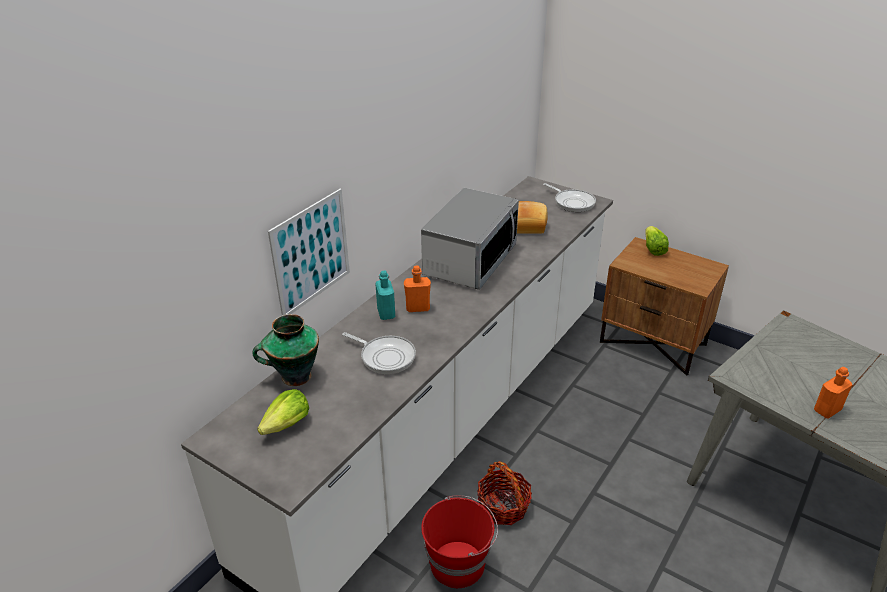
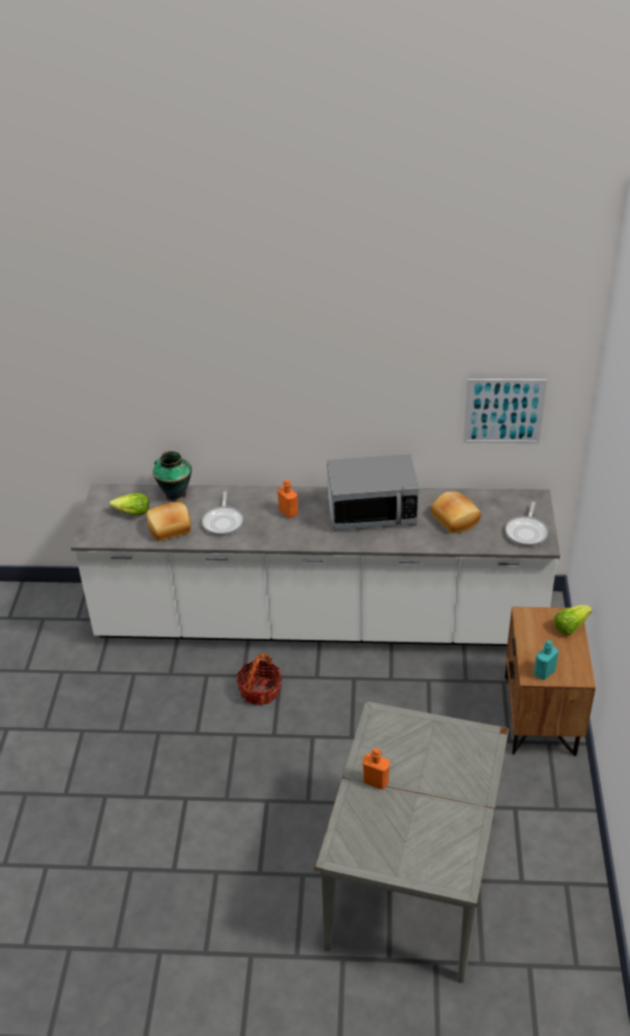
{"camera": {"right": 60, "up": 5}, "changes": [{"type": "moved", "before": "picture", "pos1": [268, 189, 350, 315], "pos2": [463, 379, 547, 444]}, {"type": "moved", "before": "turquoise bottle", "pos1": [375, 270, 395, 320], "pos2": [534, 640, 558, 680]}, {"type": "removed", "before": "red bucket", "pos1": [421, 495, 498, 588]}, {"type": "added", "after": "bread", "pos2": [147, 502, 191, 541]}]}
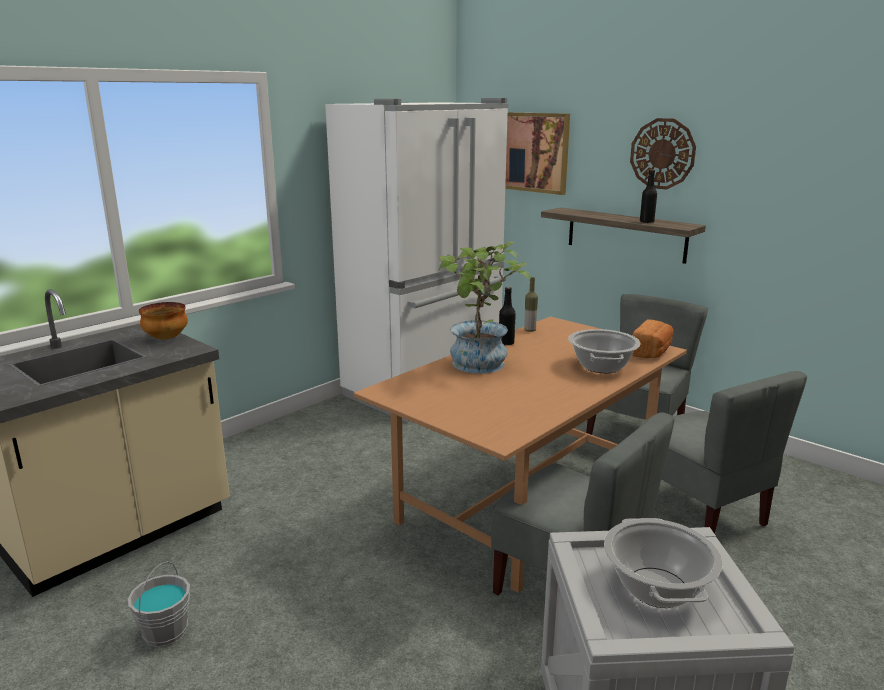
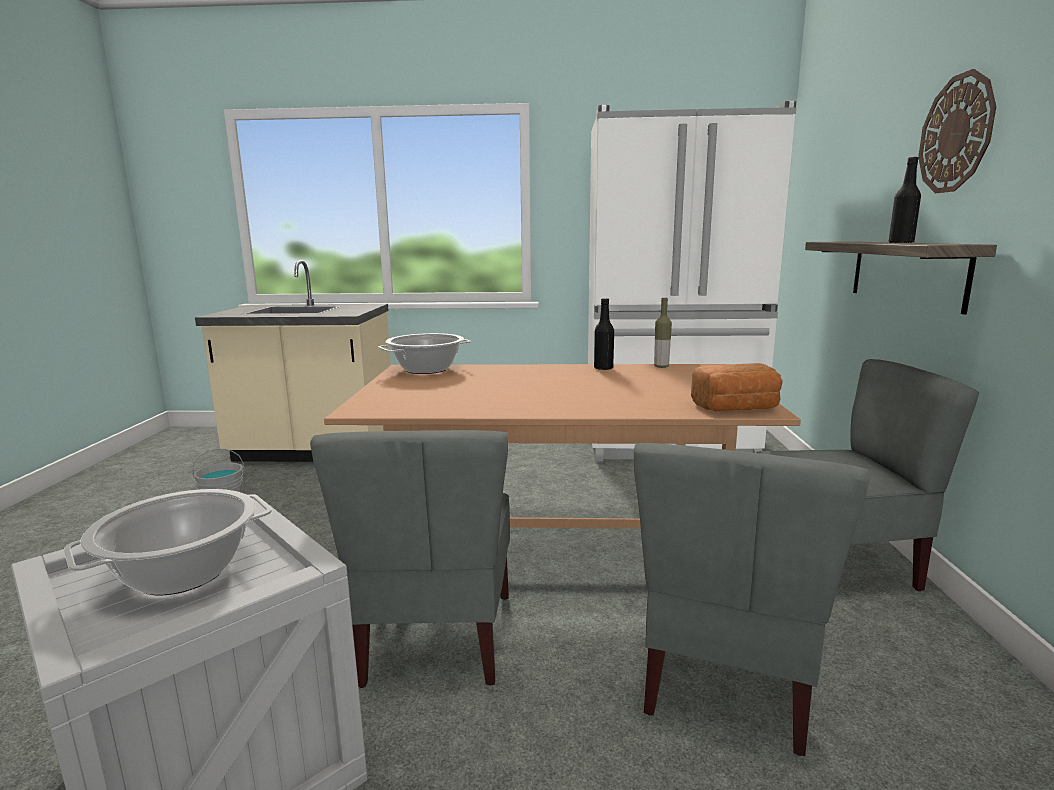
{"camera": {"right": 50, "up": -5}, "changes": [{"type": "removed", "before": "bowl", "pos1": [139, 302, 188, 340]}, {"type": "removed", "before": "potted plant", "pos1": [438, 241, 531, 373]}, {"type": "removed", "before": "picture", "pos1": [505, 112, 570, 195]}, {"type": "moved", "before": "cooking pot", "pos1": [568, 329, 641, 373], "pos2": [378, 333, 471, 374]}]}
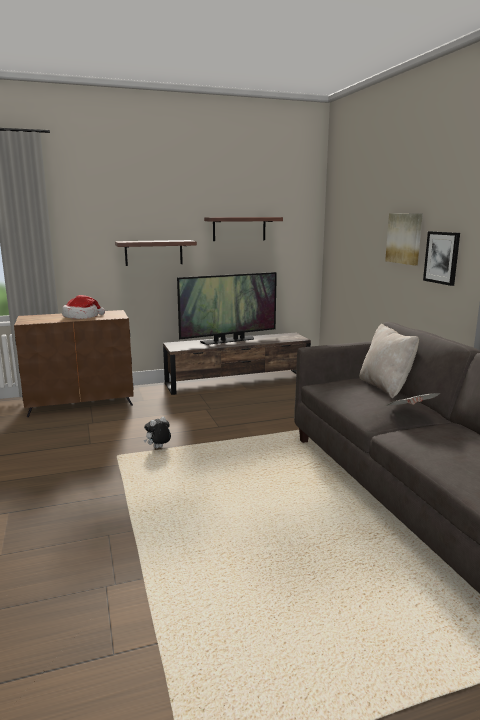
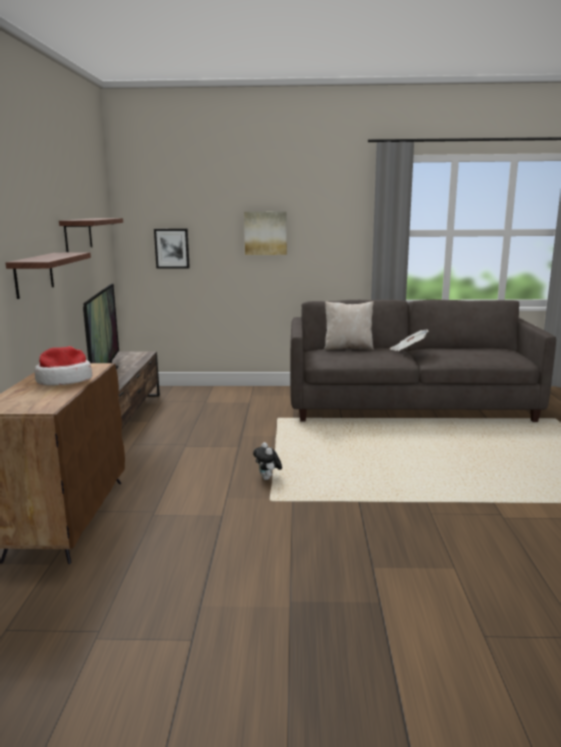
{"camera": {"right": -70, "up": 0}, "changes": [{"type": "moved", "before": "picture", "pos1": [423, 231, 460, 286], "pos2": [154, 229, 190, 269]}]}
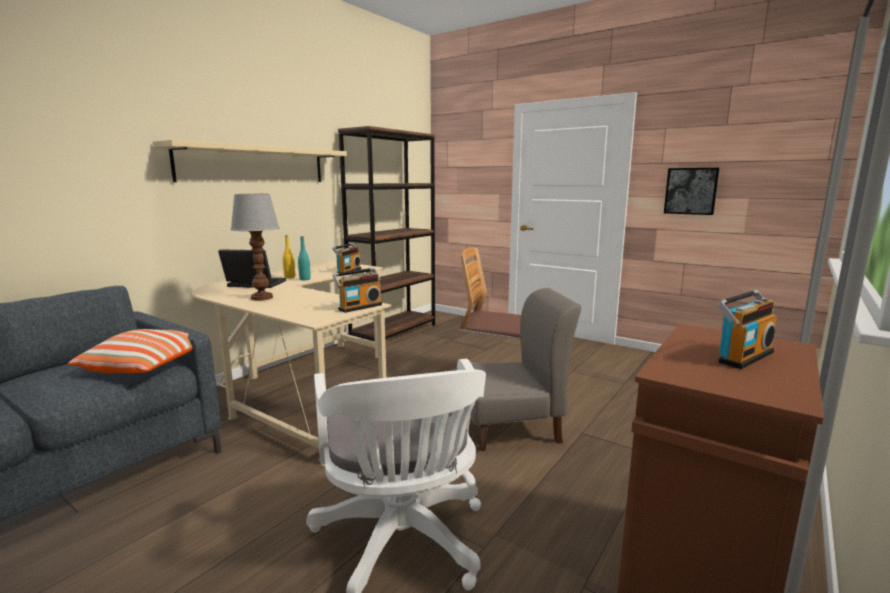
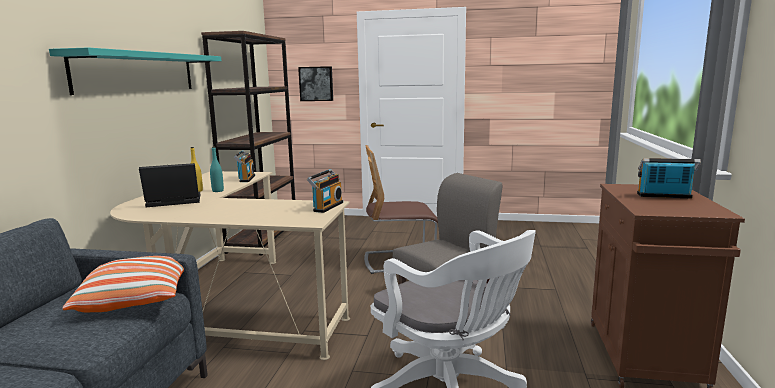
{"camera": {"right": -25, "up": 0}, "changes": [{"type": "recoloured", "before": "beige shelf", "after": "turquoise shelf", "pos1": [153, 140, 347, 182], "pos2": [49, 47, 221, 95]}, {"type": "removed", "before": "table lamp", "pos1": [231, 194, 279, 301]}, {"type": "moved", "before": "picture", "pos1": [664, 168, 720, 215], "pos2": [298, 66, 333, 101]}, {"type": "turned", "before": "radio", "pos1": [716, 290, 777, 369], "pos2": [637, 158, 701, 199], "turn": -105}]}
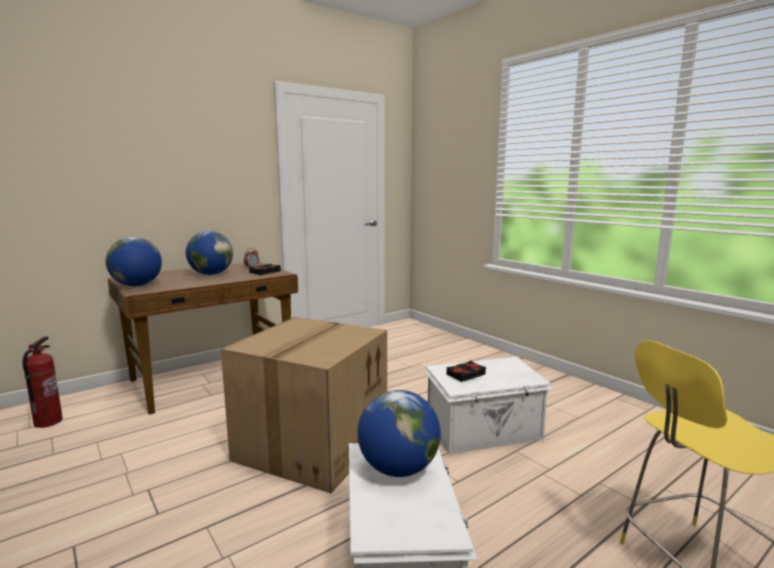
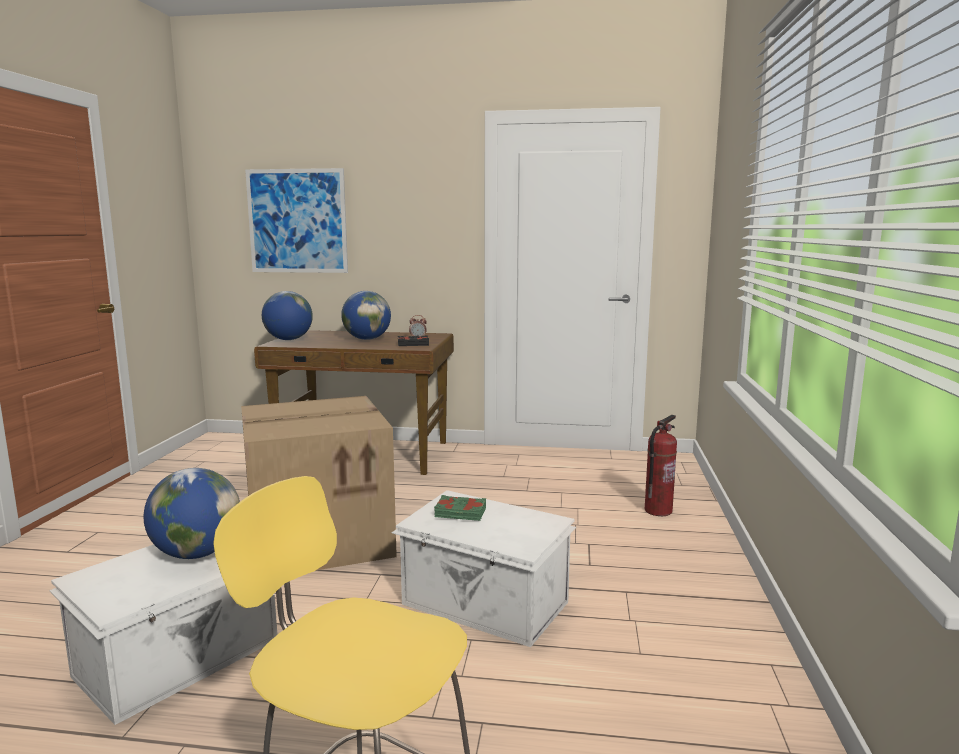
{"camera": {"right": 45, "up": 0}, "changes": [{"type": "moved", "before": "fire extinguisher", "pos1": [22, 336, 63, 428], "pos2": [645, 415, 677, 516]}, {"type": "recoloured", "before": "black book", "after": "green book", "pos1": [447, 360, 486, 382], "pos2": [434, 495, 486, 521]}, {"type": "added", "after": "picture", "pos2": [245, 168, 348, 273]}]}
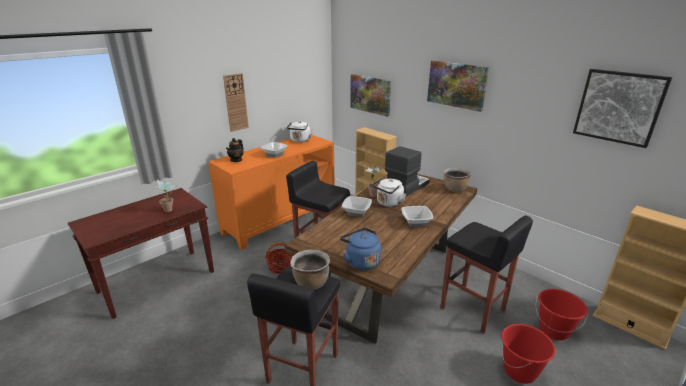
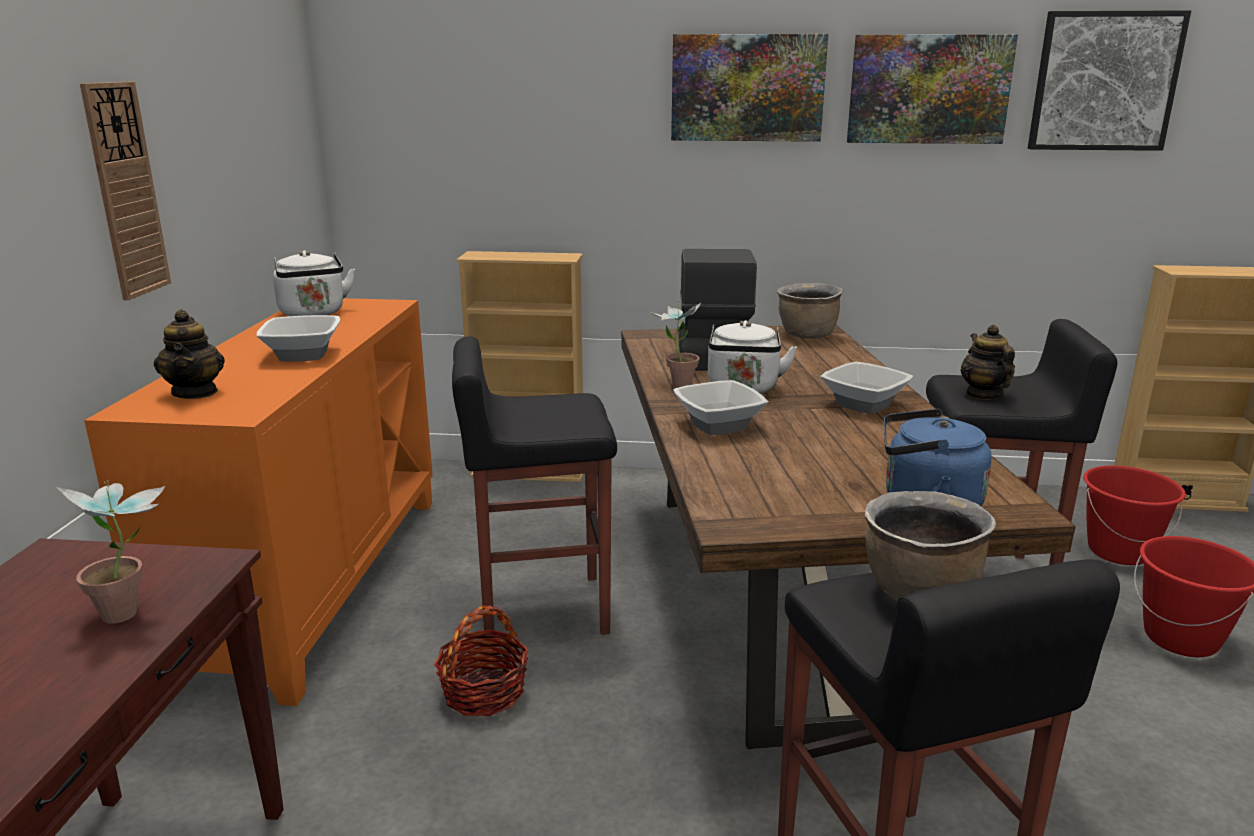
{"camera": {"right": -40, "up": -5}, "changes": [{"type": "moved", "before": "picture", "pos1": [350, 74, 391, 117], "pos2": [847, 34, 1018, 144]}, {"type": "added", "after": "teapot", "pos2": [961, 325, 1015, 400]}]}
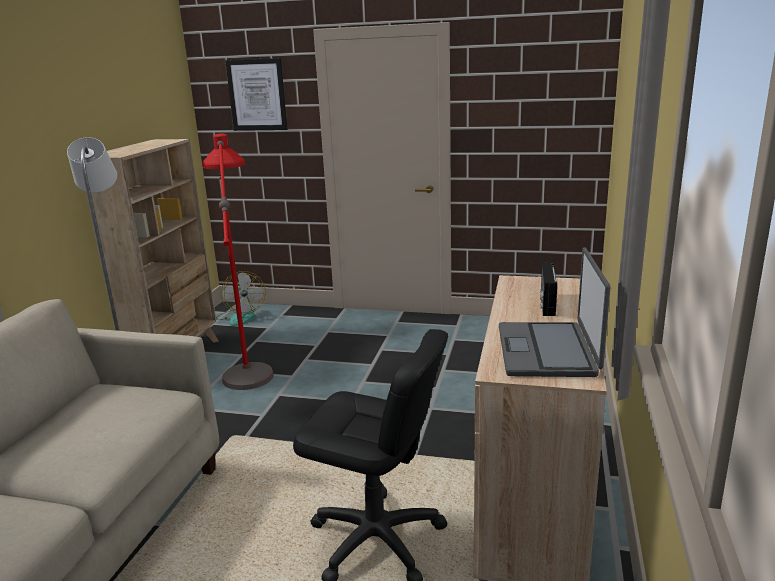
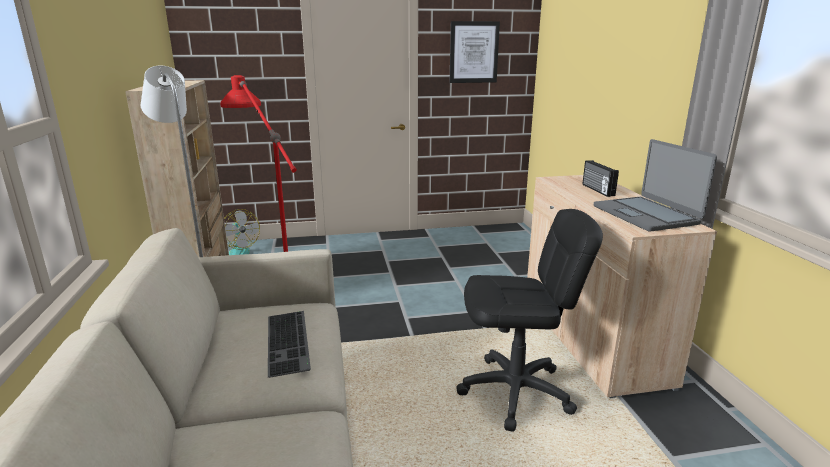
{"camera": {"right": -25, "up": 0}, "changes": [{"type": "moved", "before": "picture", "pos1": [225, 58, 287, 131], "pos2": [449, 21, 500, 83]}, {"type": "added", "after": "keyboard", "pos2": [268, 311, 311, 378]}]}
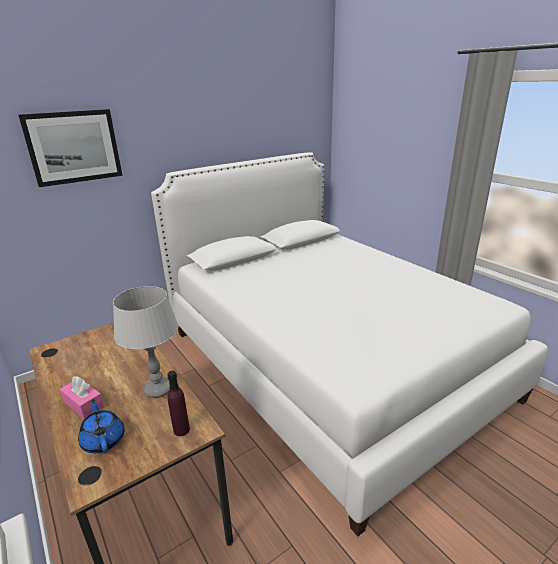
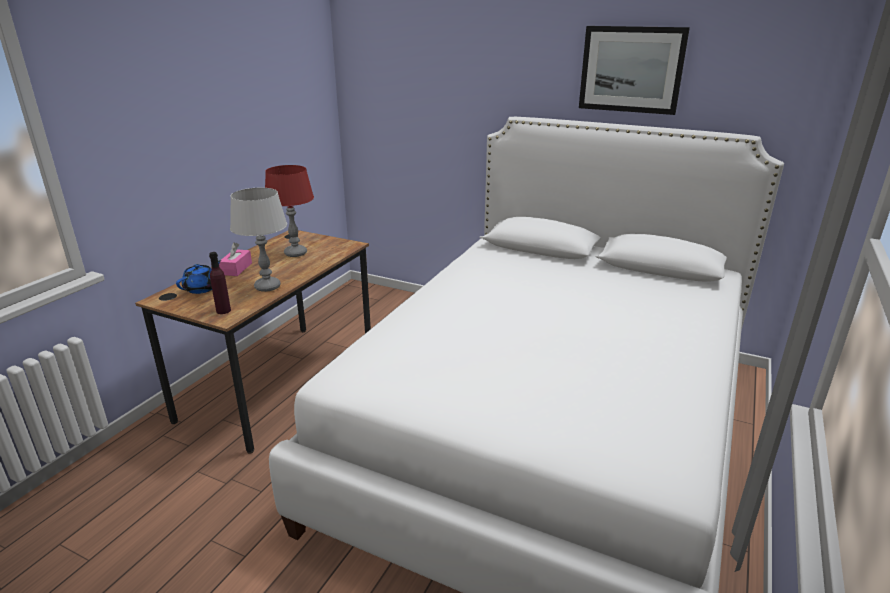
{"camera": {"right": 60, "up": 0}, "changes": [{"type": "moved", "before": "picture", "pos1": [18, 109, 122, 187], "pos2": [579, 26, 690, 115]}, {"type": "added", "after": "red table lamp", "pos2": [265, 165, 314, 257]}]}
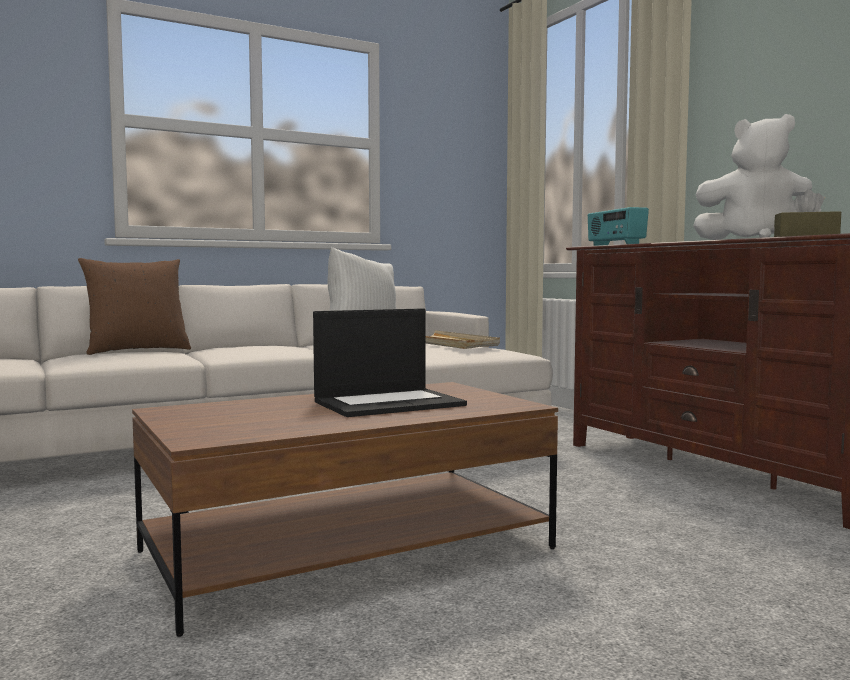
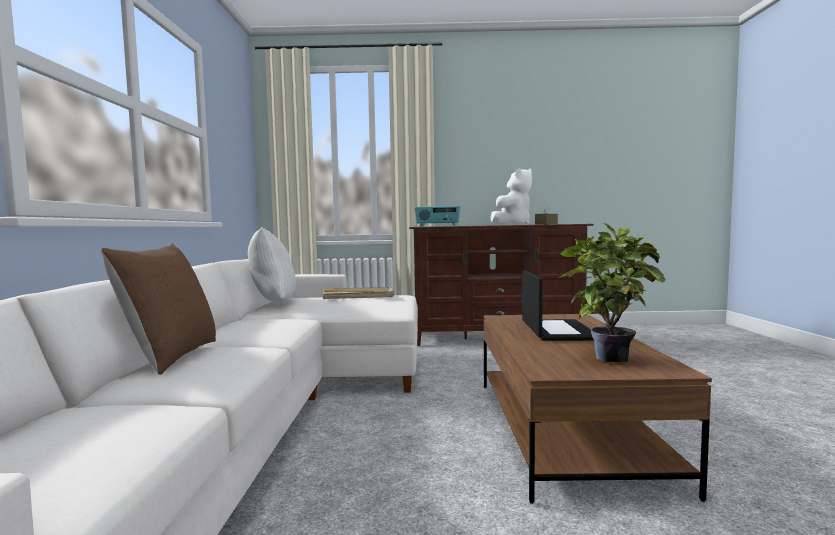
{"camera": {"right": -60, "up": 0}, "changes": [{"type": "added", "after": "potted plant", "pos2": [559, 223, 666, 362]}]}
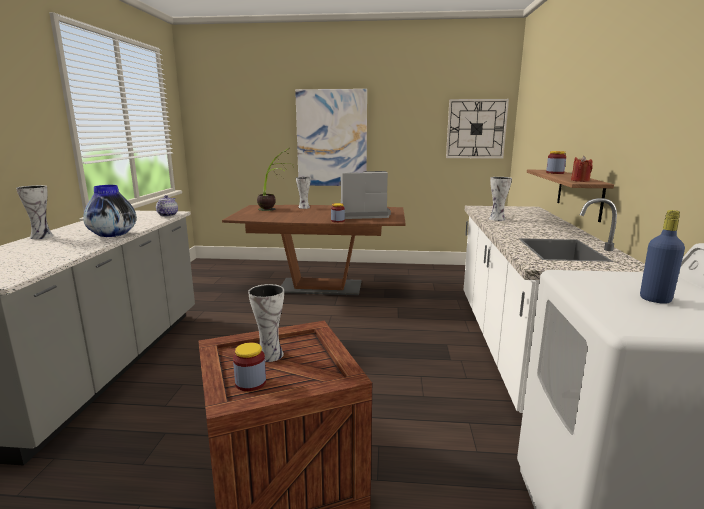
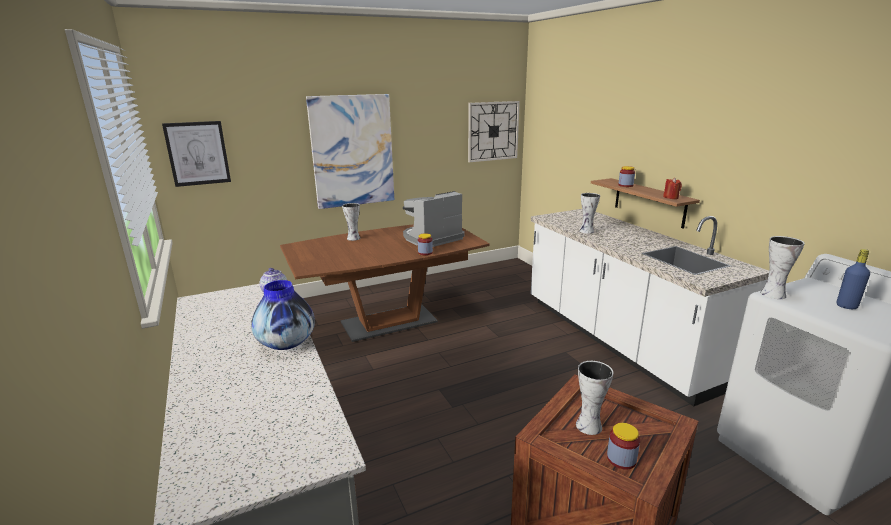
{"camera": {"right": -30, "up": 5}, "changes": [{"type": "moved", "before": "vase", "pos1": [16, 185, 53, 239], "pos2": [760, 236, 805, 299]}, {"type": "removed", "before": "potted plant", "pos1": [257, 148, 295, 211]}, {"type": "added", "after": "picture", "pos2": [162, 121, 231, 187]}]}
